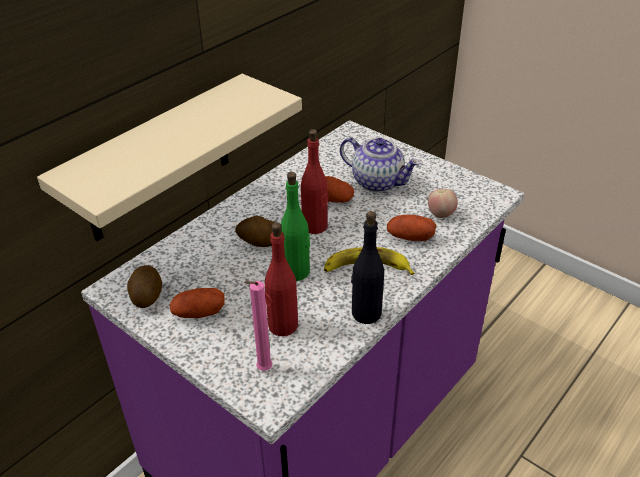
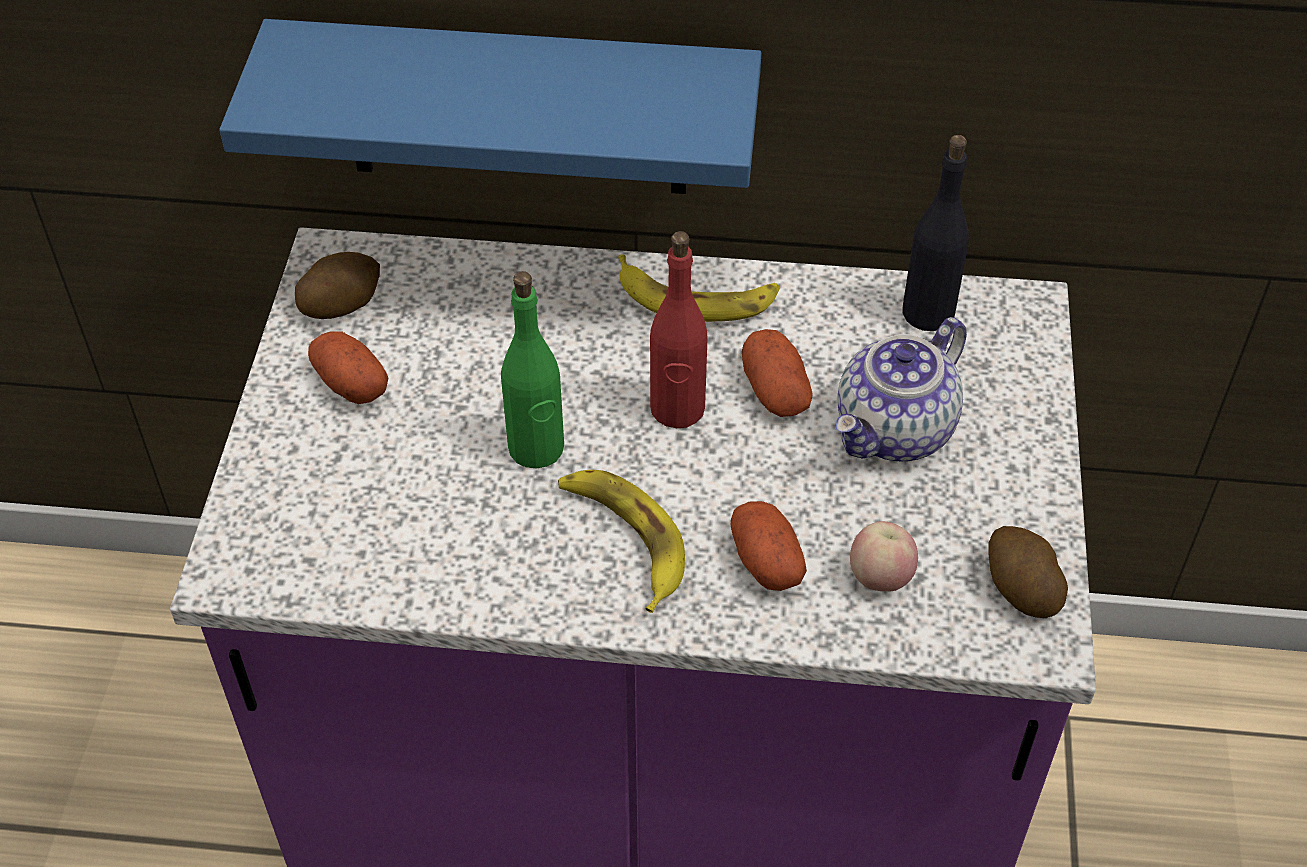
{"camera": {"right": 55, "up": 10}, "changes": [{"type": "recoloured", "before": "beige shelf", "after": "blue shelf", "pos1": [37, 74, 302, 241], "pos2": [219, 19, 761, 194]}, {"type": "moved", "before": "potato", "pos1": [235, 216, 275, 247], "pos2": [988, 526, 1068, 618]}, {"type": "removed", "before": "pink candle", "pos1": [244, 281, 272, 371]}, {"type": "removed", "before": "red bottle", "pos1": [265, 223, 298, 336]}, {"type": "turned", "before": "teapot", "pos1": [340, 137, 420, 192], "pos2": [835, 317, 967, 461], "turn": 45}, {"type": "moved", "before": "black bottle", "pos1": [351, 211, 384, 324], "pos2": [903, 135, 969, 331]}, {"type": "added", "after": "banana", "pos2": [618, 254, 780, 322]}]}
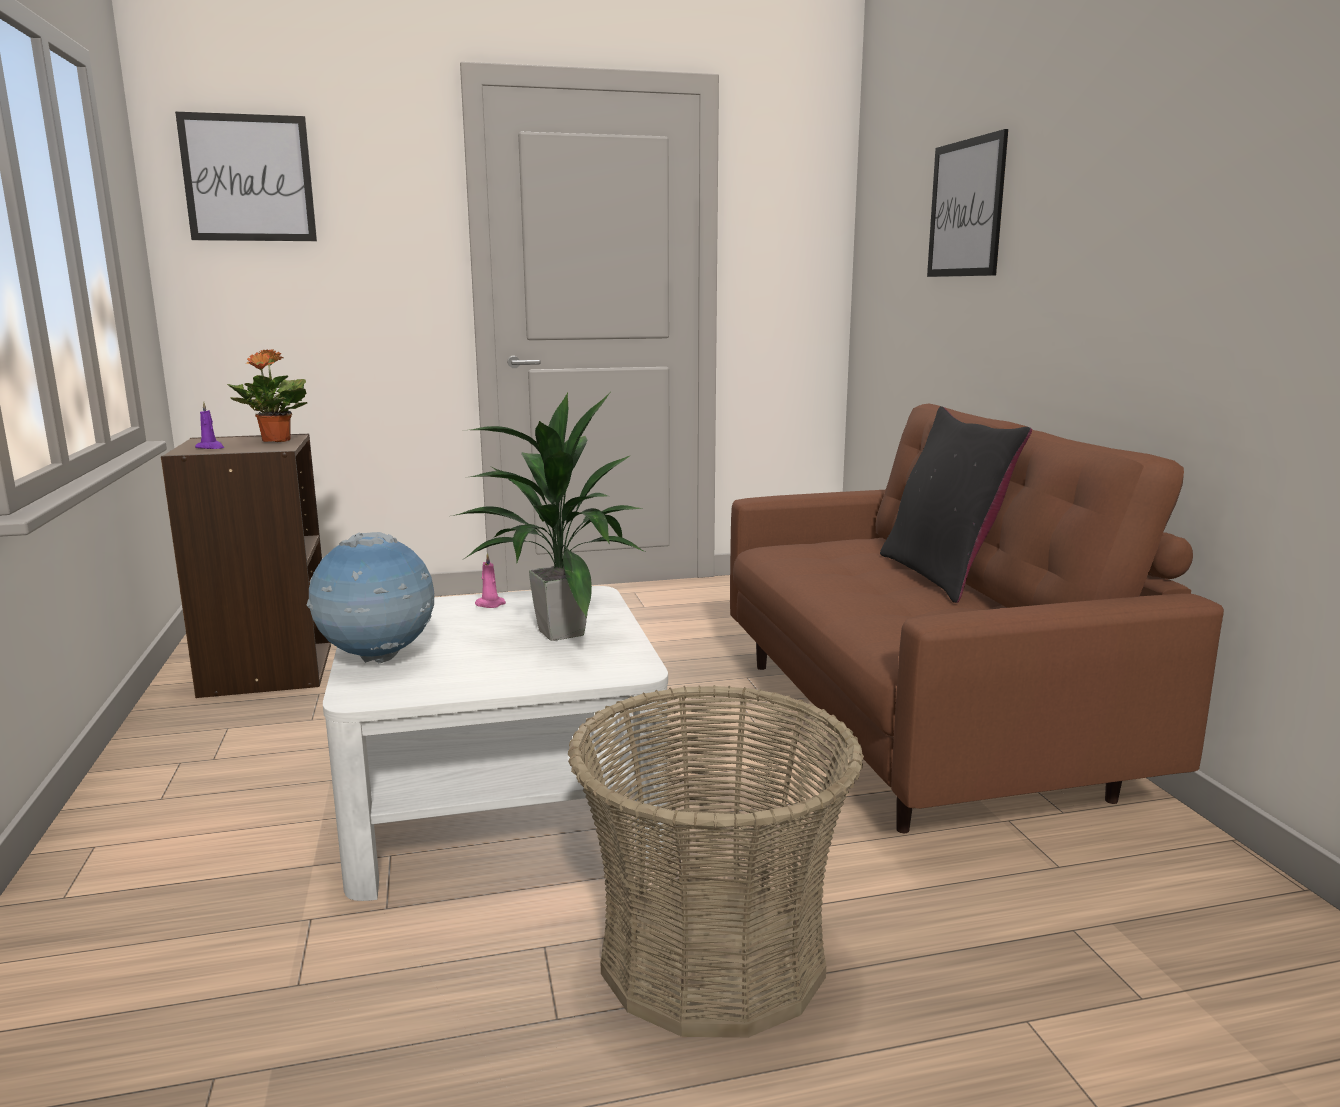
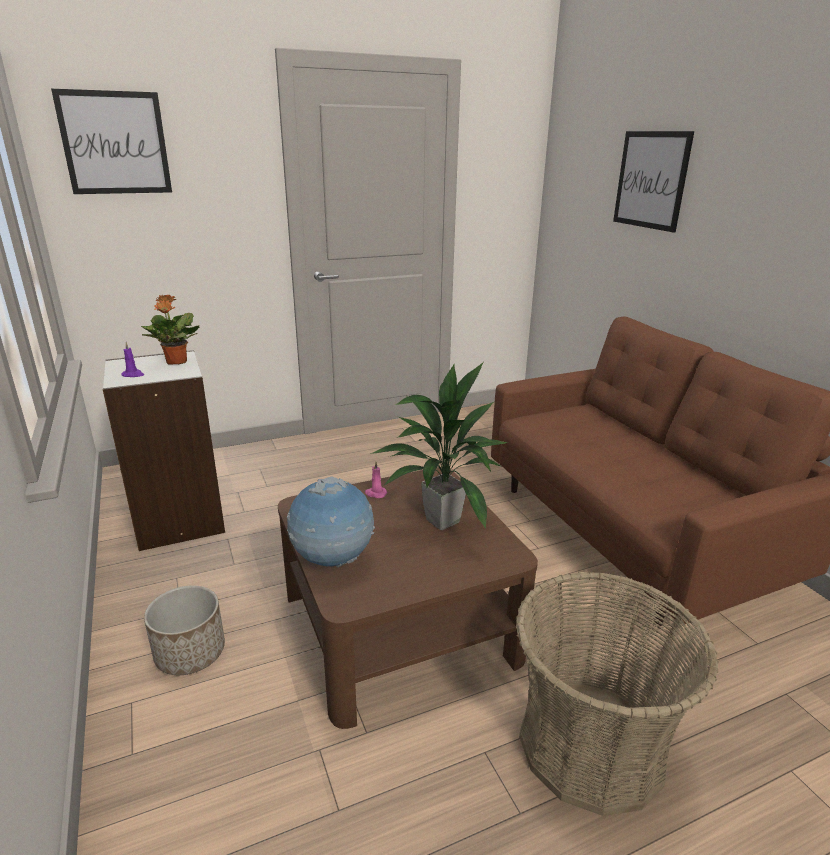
{"camera": {"right": -10, "up": 10}, "changes": [{"type": "recoloured", "before": "brown bookcase", "after": "white bookcase", "pos1": [161, 434, 331, 698], "pos2": [103, 350, 225, 551]}, {"type": "recoloured", "before": "white coffee table", "after": "brown coffee table", "pos1": [323, 586, 668, 901], "pos2": [278, 467, 538, 729]}, {"type": "removed", "before": "black pillow", "pos1": [880, 406, 1032, 603]}, {"type": "added", "after": "planter", "pos2": [144, 585, 225, 675]}]}
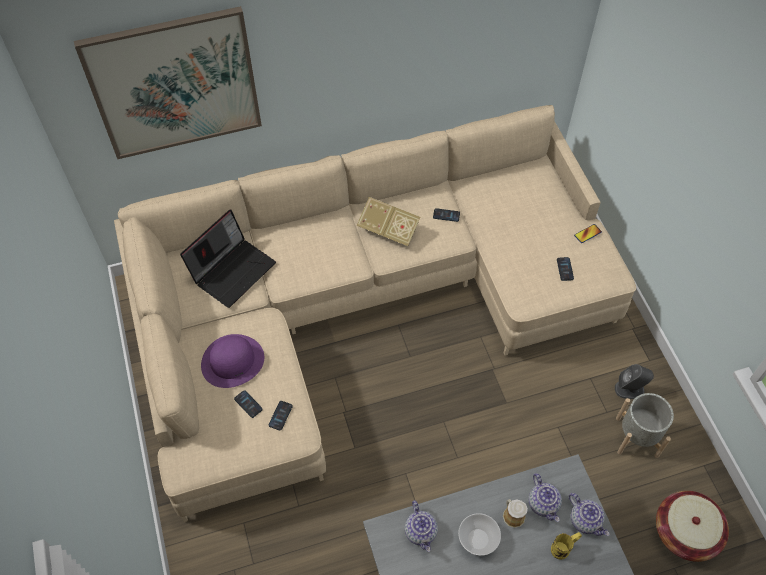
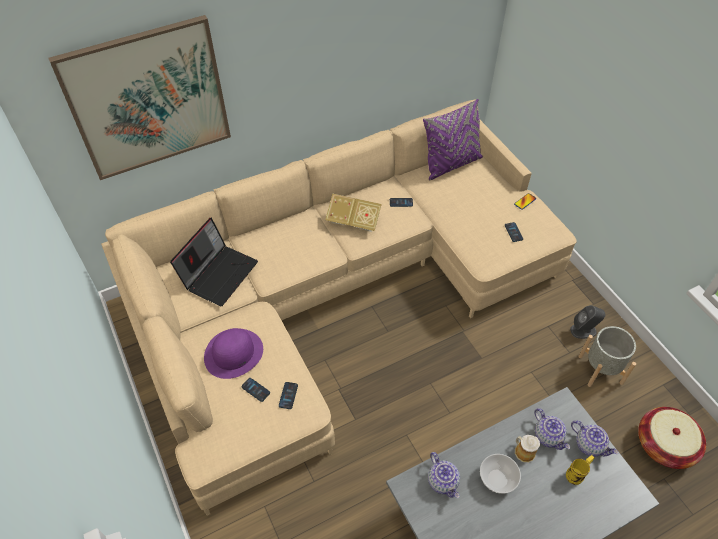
{"camera": {"right": -10, "up": -5}, "changes": [{"type": "added", "after": "purple pillow", "pos2": [423, 99, 483, 181]}]}
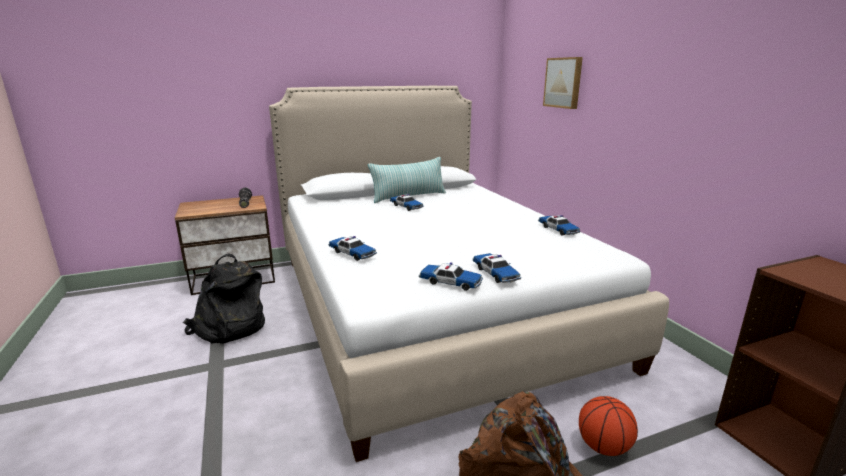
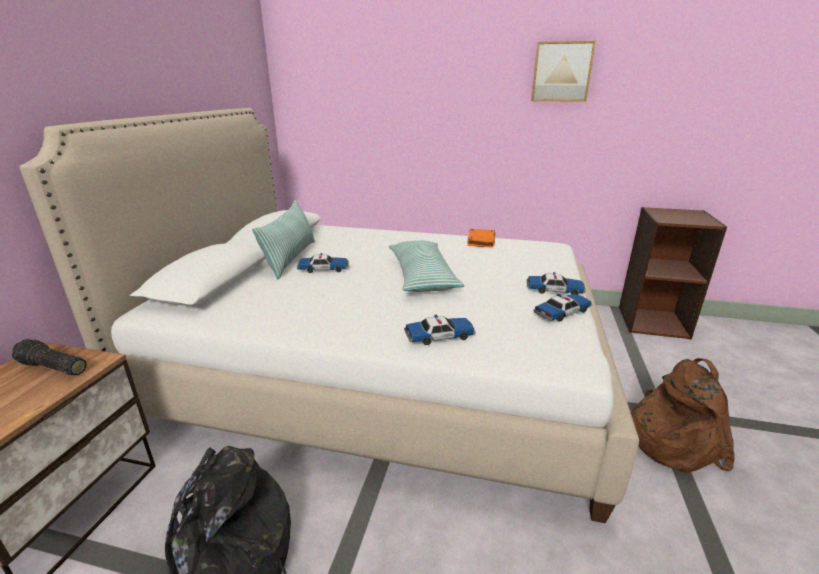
{"camera": {"right": -55, "up": 5}, "changes": [{"type": "replaced", "before": "toy car", "after": "orange book", "pos1": [538, 215, 581, 235], "pos2": [467, 229, 496, 248]}, {"type": "moved", "before": "picture", "pos1": [543, 57, 583, 109], "pos2": [531, 41, 596, 102]}, {"type": "removed", "before": "basketball", "pos1": [579, 396, 638, 456]}, {"type": "added", "after": "pillow", "pos2": [389, 240, 464, 292]}]}
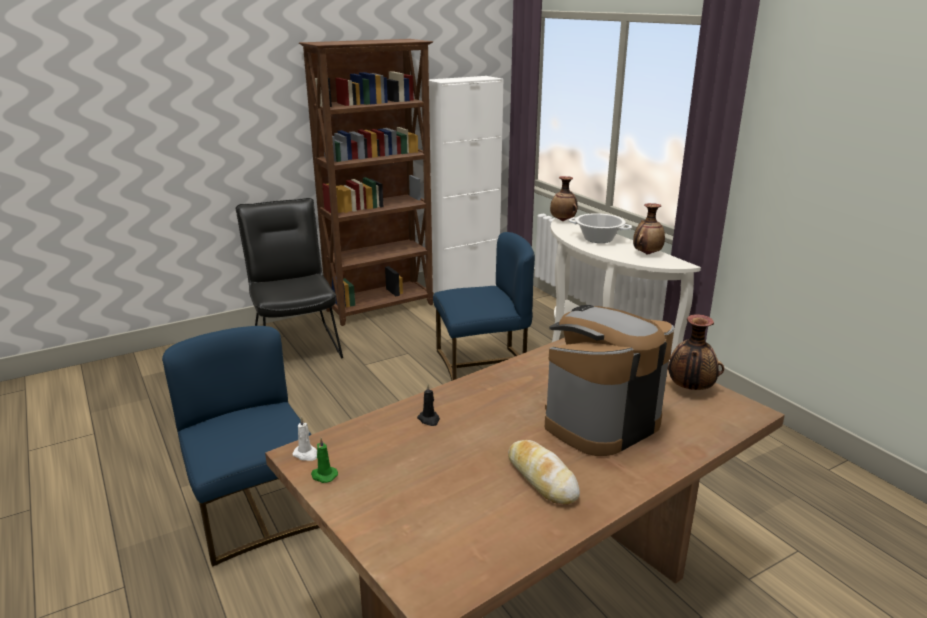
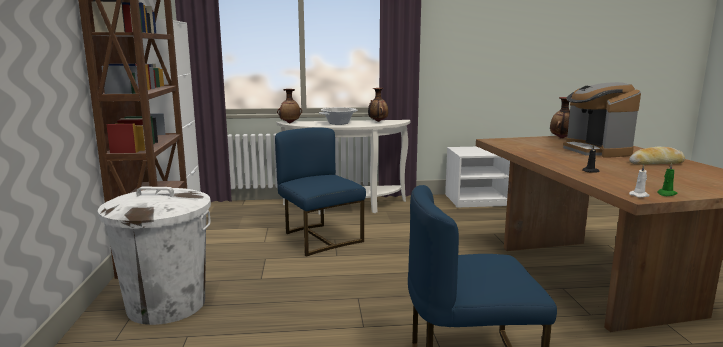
{"camera": {"right": -65, "up": -10}, "changes": [{"type": "replaced", "before": "black chair", "after": "white trash can", "pos1": [236, 198, 343, 358], "pos2": [98, 186, 211, 325]}, {"type": "turned", "before": "blue chair", "pos1": [433, 232, 535, 381], "pos2": [275, 127, 366, 257], "turn": -45}, {"type": "added", "after": "white nightstand", "pos2": [445, 147, 510, 208]}]}
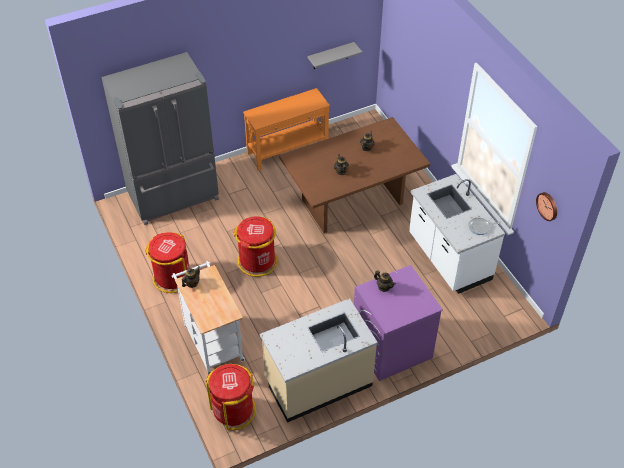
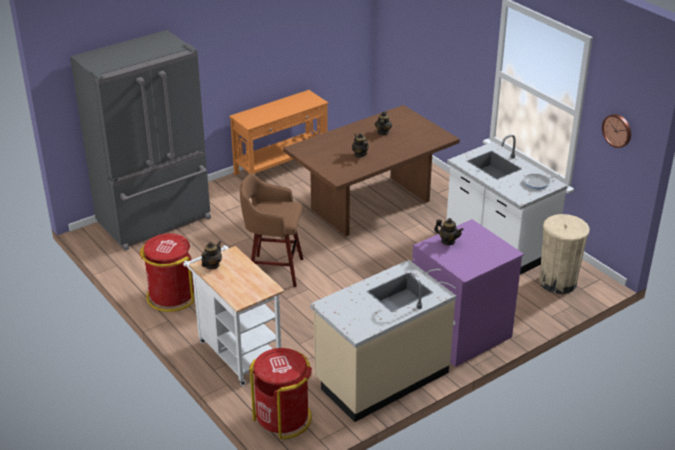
{"camera": {"right": -10, "up": -15}, "changes": [{"type": "replaced", "before": "red trash can", "after": "brown stool", "pos1": [234, 216, 277, 277], "pos2": [240, 173, 303, 287]}, {"type": "removed", "before": "grey shelf", "pos1": [308, 42, 362, 69]}, {"type": "added", "after": "beige trash can", "pos2": [539, 214, 590, 294]}]}
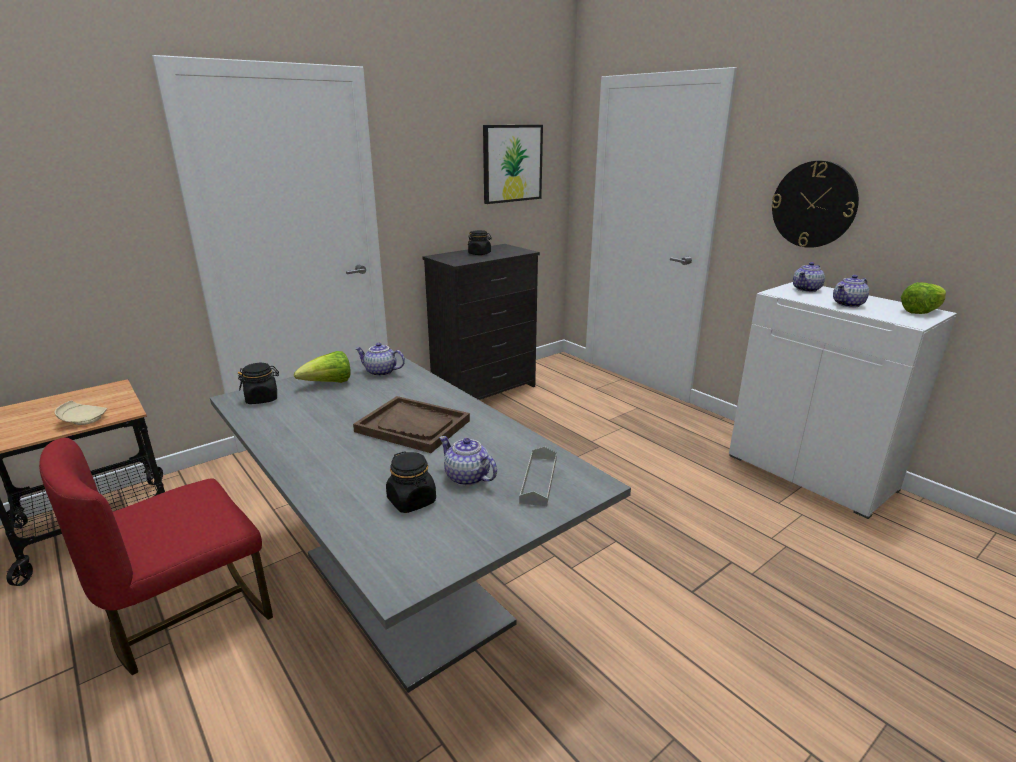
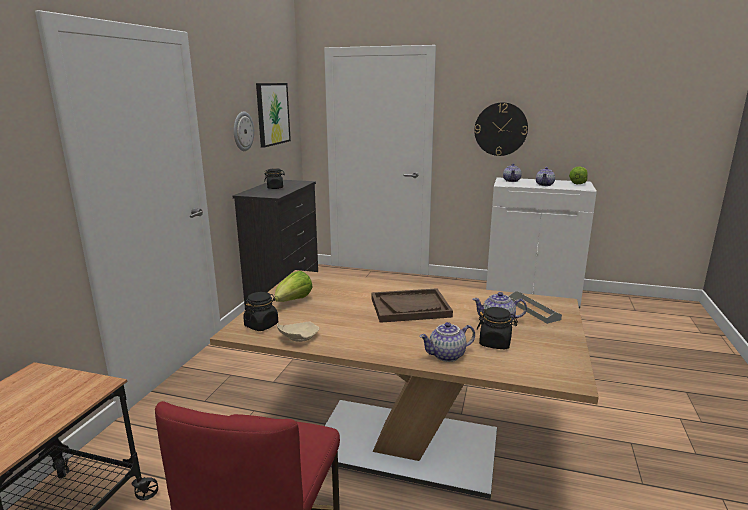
{"camera": {"right": -35, "up": -5}, "changes": [{"type": "moved", "before": "beige plate", "pos1": [55, 400, 107, 425], "pos2": [277, 321, 319, 342]}, {"type": "recoloured", "before": "grey dining table", "after": "brown dining table", "pos1": [210, 353, 631, 693], "pos2": [210, 270, 599, 499]}, {"type": "moved", "before": "teapot", "pos1": [355, 342, 405, 377], "pos2": [419, 322, 475, 362]}, {"type": "added", "after": "wall clock", "pos2": [234, 111, 254, 151]}]}
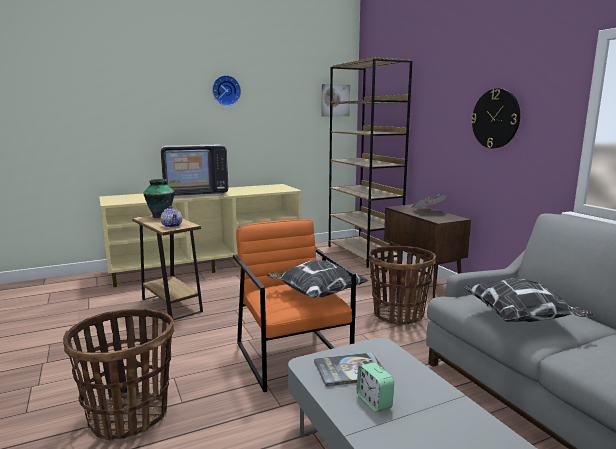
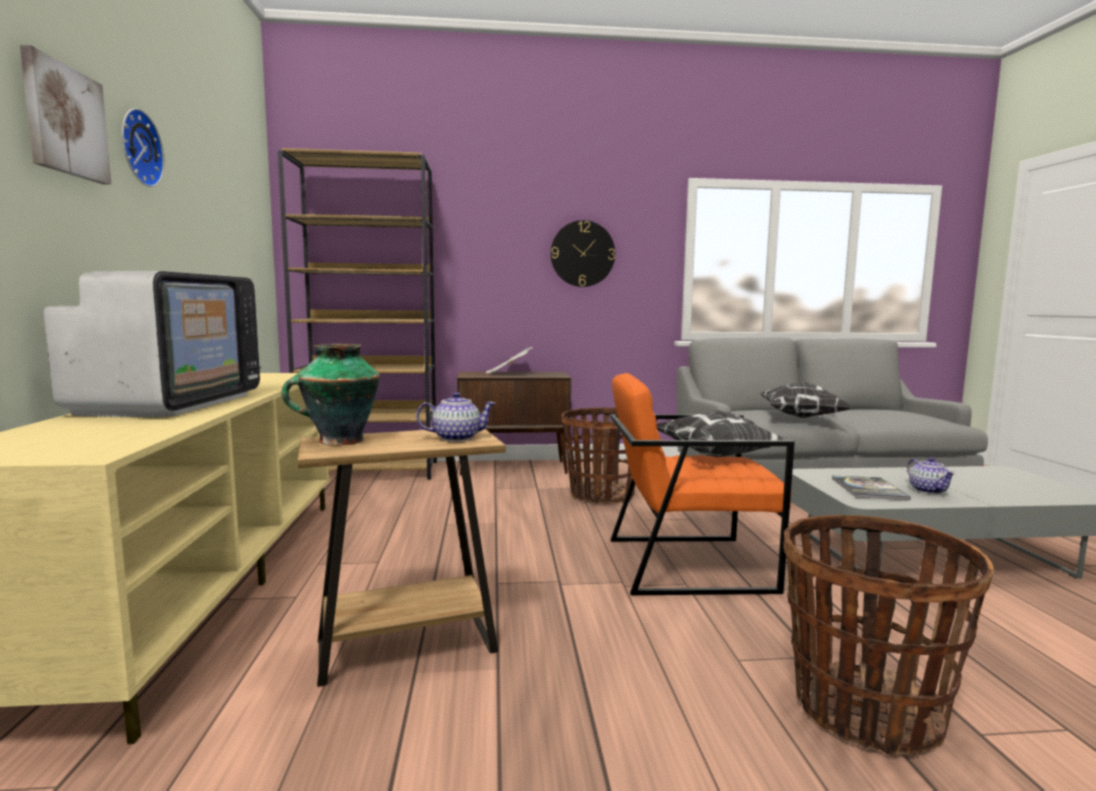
{"camera": {"right": -70, "up": -5}, "changes": [{"type": "moved", "before": "picture", "pos1": [322, 84, 350, 116], "pos2": [20, 45, 112, 185]}, {"type": "replaced", "before": "alarm clock", "after": "teapot", "pos1": [357, 362, 394, 412], "pos2": [907, 457, 956, 494]}]}
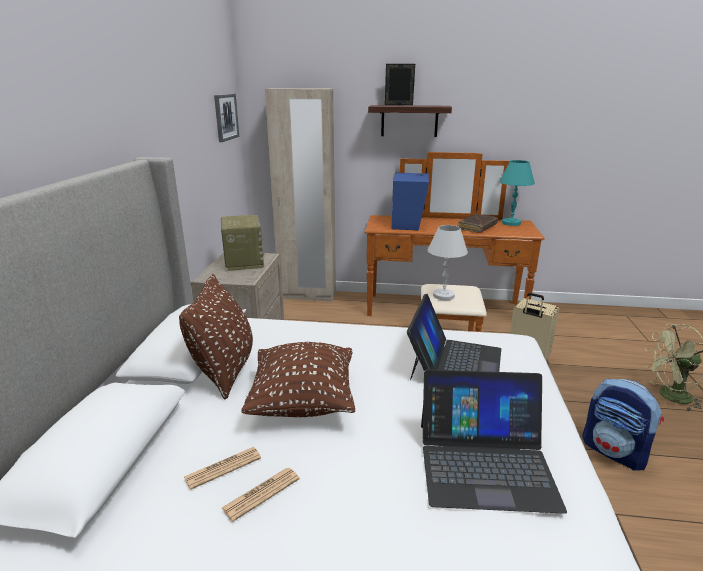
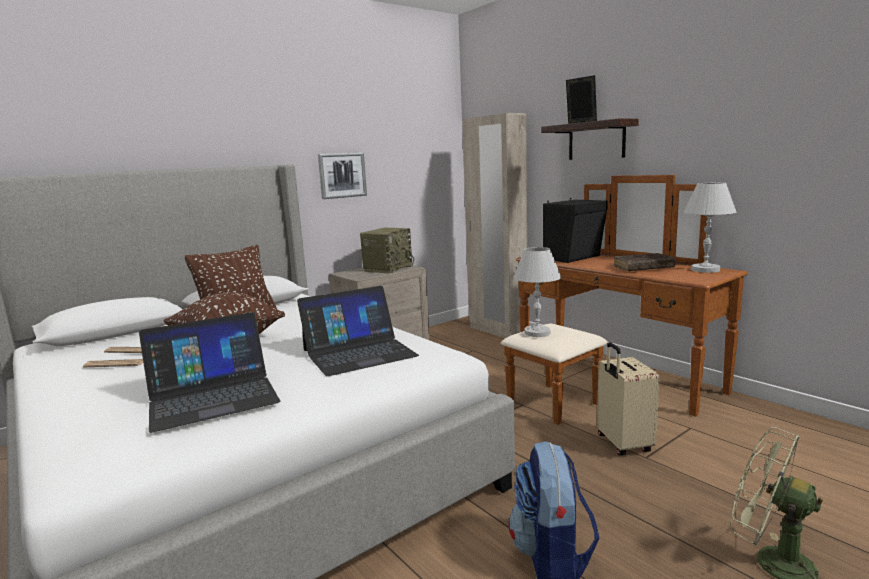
{"camera": {"right": 45, "up": -10}, "changes": [{"type": "moved", "before": "picture", "pos1": [214, 94, 239, 142], "pos2": [318, 153, 367, 199]}, {"type": "recoloured", "before": "blue speaker", "after": "black speaker", "pos1": [392, 172, 429, 230], "pos2": [543, 198, 608, 263]}, {"type": "turned", "before": "laptop", "pos1": [421, 370, 567, 514], "pos2": [139, 312, 280, 433], "turn": -75}, {"type": "recoloured", "before": "turquoise table lamp", "after": "white table lamp", "pos1": [499, 160, 535, 226], "pos2": [684, 183, 736, 273]}]}
